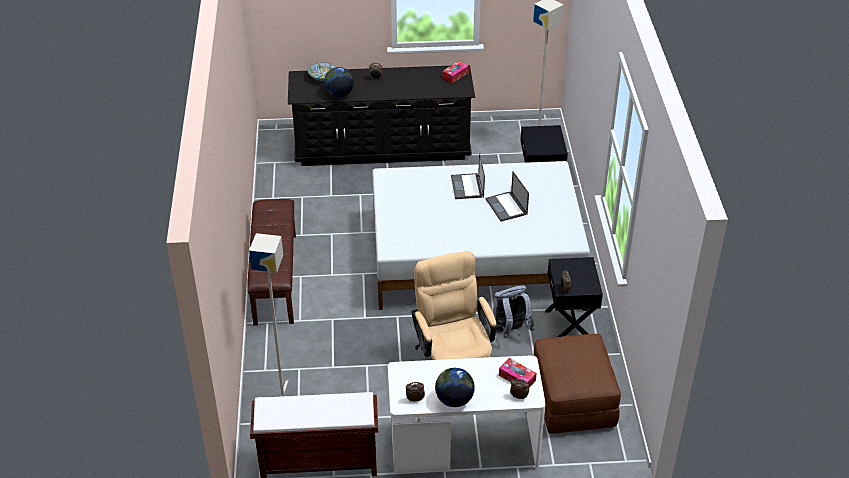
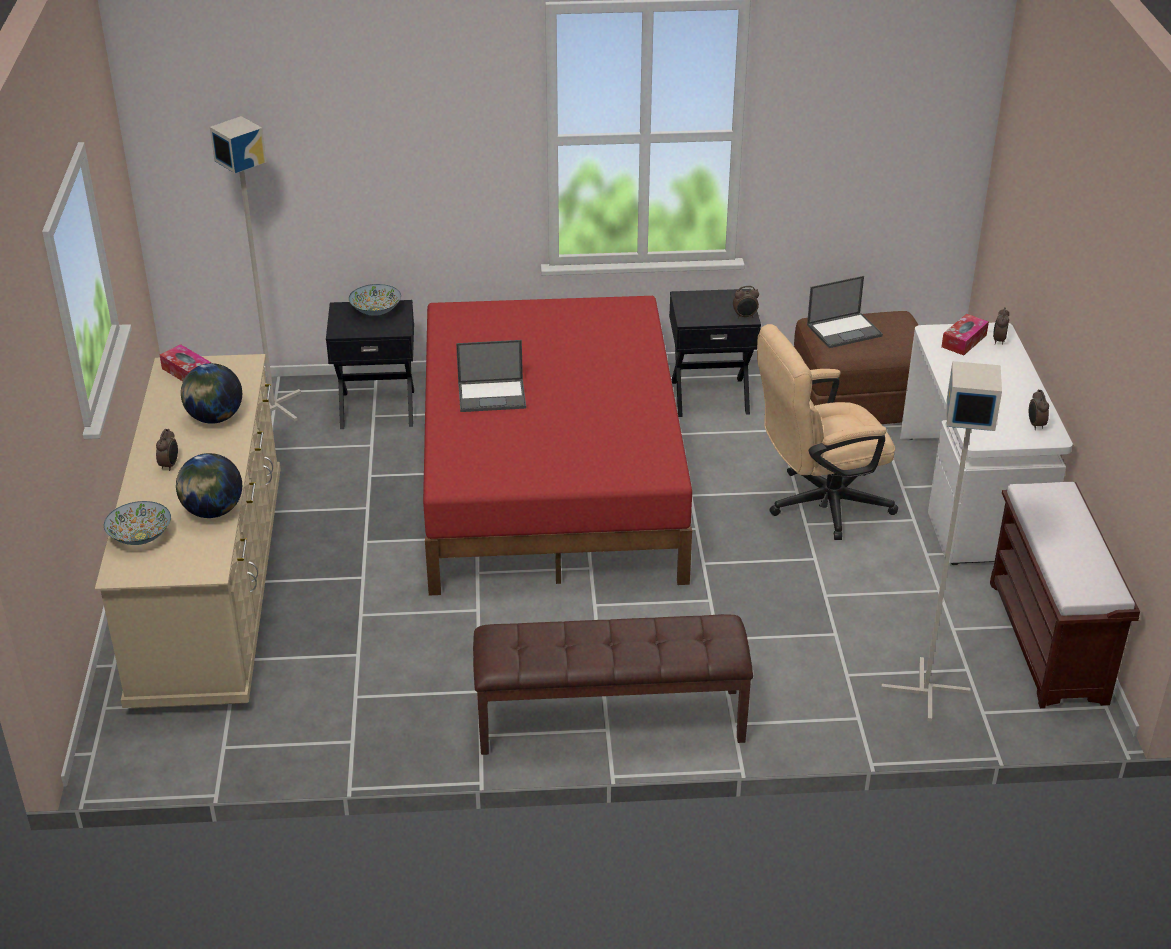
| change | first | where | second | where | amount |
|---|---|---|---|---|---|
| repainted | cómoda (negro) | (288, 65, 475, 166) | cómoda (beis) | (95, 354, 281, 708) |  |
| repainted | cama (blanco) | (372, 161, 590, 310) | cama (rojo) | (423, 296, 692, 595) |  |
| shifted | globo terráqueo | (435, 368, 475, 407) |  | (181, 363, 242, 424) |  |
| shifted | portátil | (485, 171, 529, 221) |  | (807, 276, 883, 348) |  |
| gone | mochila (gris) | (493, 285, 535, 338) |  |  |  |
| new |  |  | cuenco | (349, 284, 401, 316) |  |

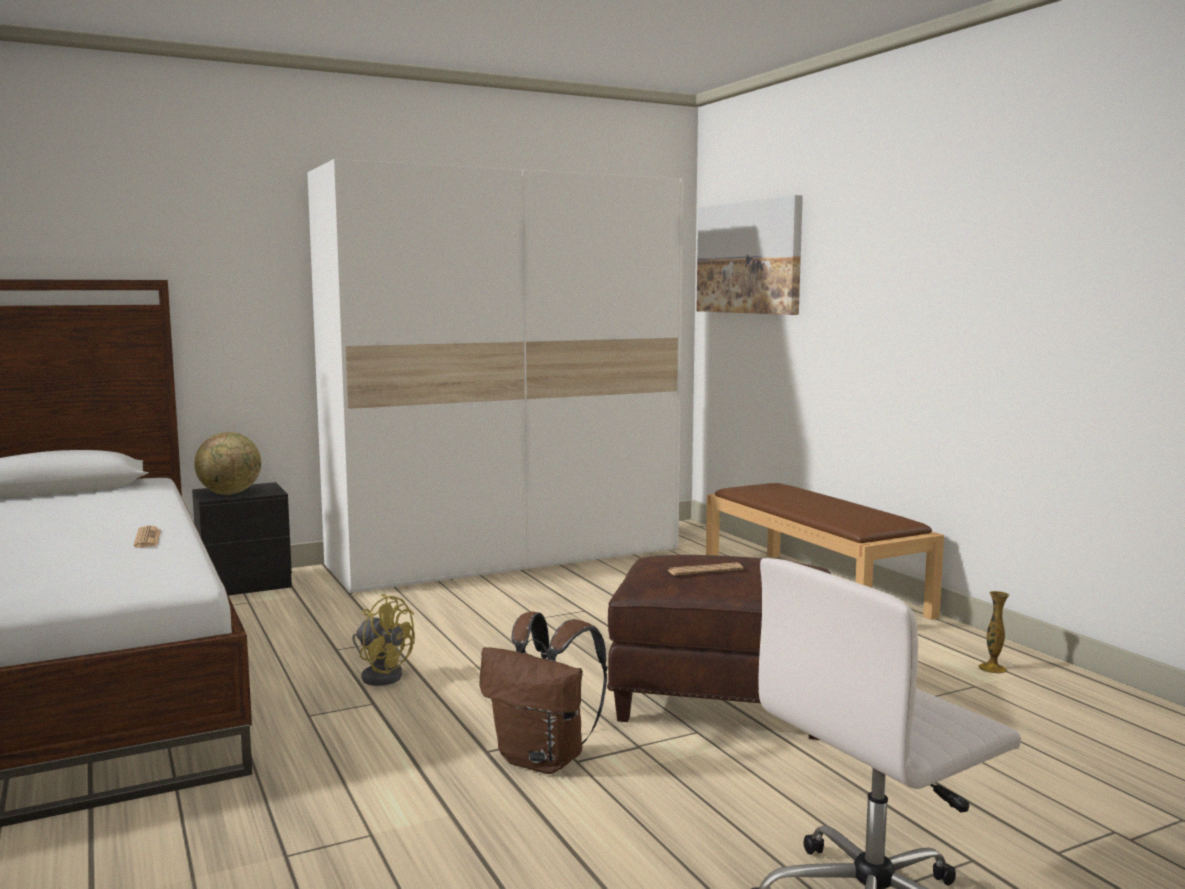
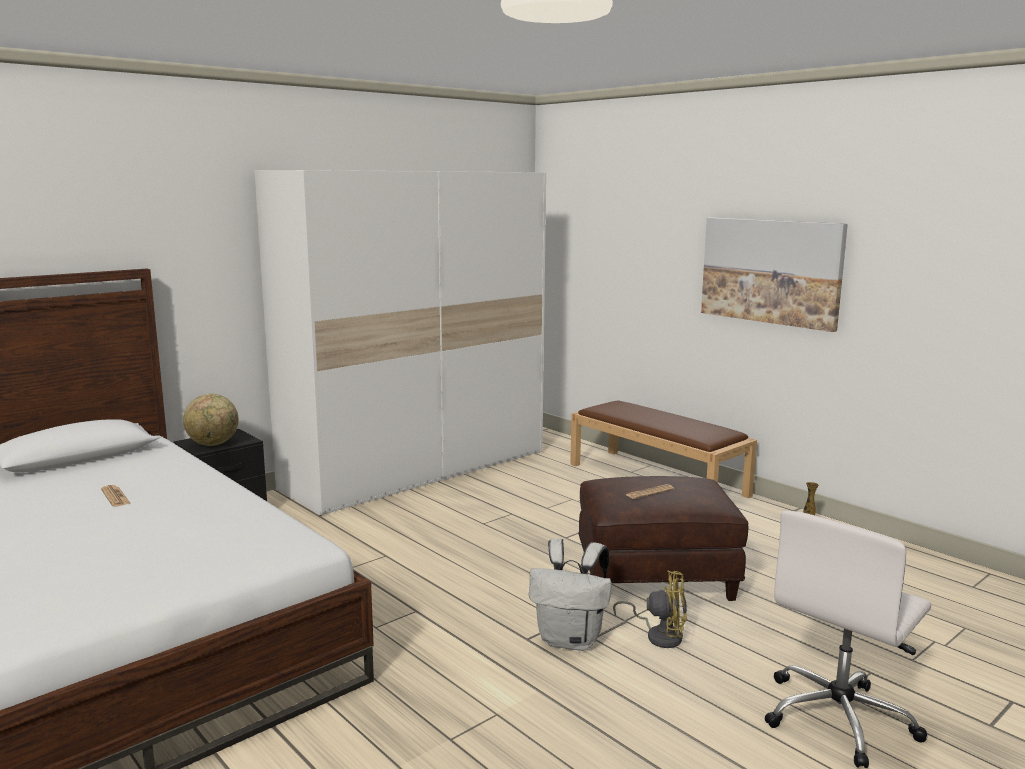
| change | first | where | second | where | amount |
|---|---|---|---|---|---|
| shifted | periódico | (134, 526, 161, 548) |  | (101, 485, 131, 507) |  |
| shifted | ventilador (amarillo) | (352, 594, 415, 686) |  | (613, 571, 687, 648) |  |
| repainted | mochila (marrón) | (479, 612, 607, 774) | mochila (blanco) | (529, 538, 612, 651) |  |
| shifted | cuadro | (696, 195, 803, 315) |  | (701, 218, 848, 332) |  |

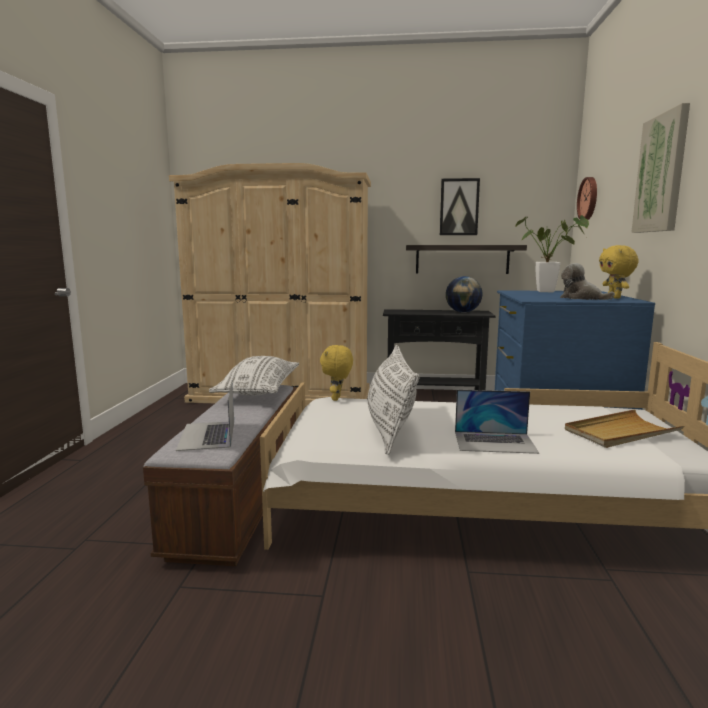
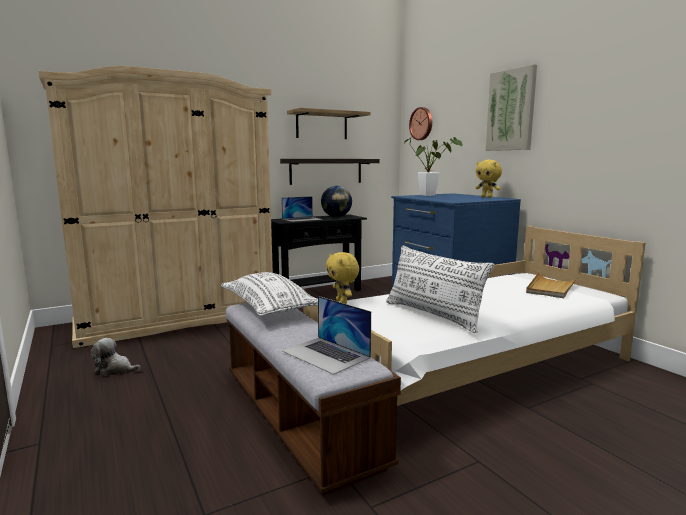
| change | first | where | second | where | amount |
|---|---|---|---|---|---|
| swapped | cuadro | (440, 178, 480, 235) | estante | (287, 108, 370, 139) |  |
| shifted | portátil | (455, 390, 539, 454) |  | (281, 196, 323, 222) |  |
| shifted | peluche | (560, 263, 615, 300) |  | (91, 338, 141, 376) |  |

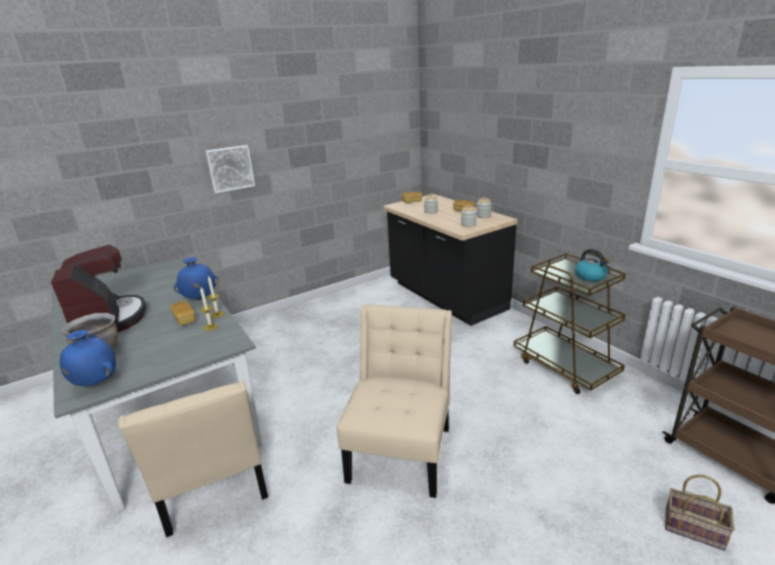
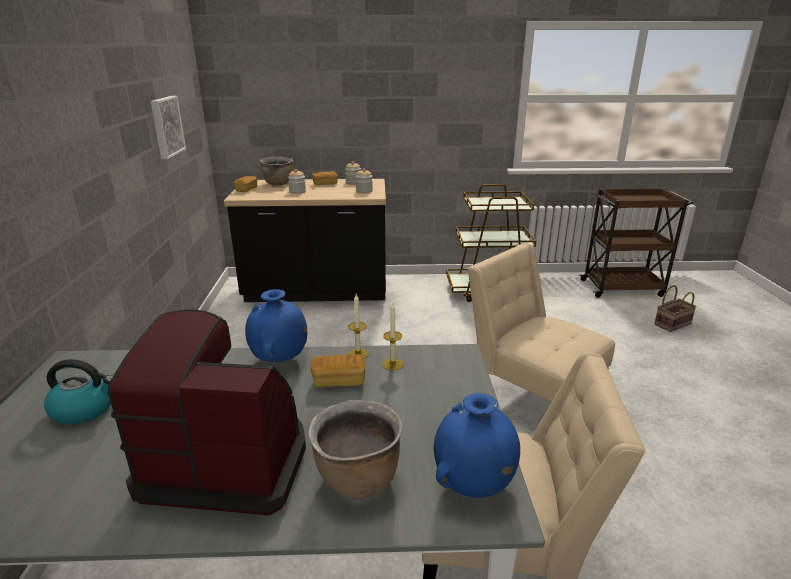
| change | first | where | second | where | amount |
|---|---|---|---|---|---|
| shifted | cuadro | (205, 145, 255, 193) |  | (151, 96, 186, 159) |  |
| shifted | hervidor | (575, 249, 611, 281) |  | (44, 359, 113, 425) |  |
| new |  |  | olla (marrón) | (260, 157, 293, 186) |  |

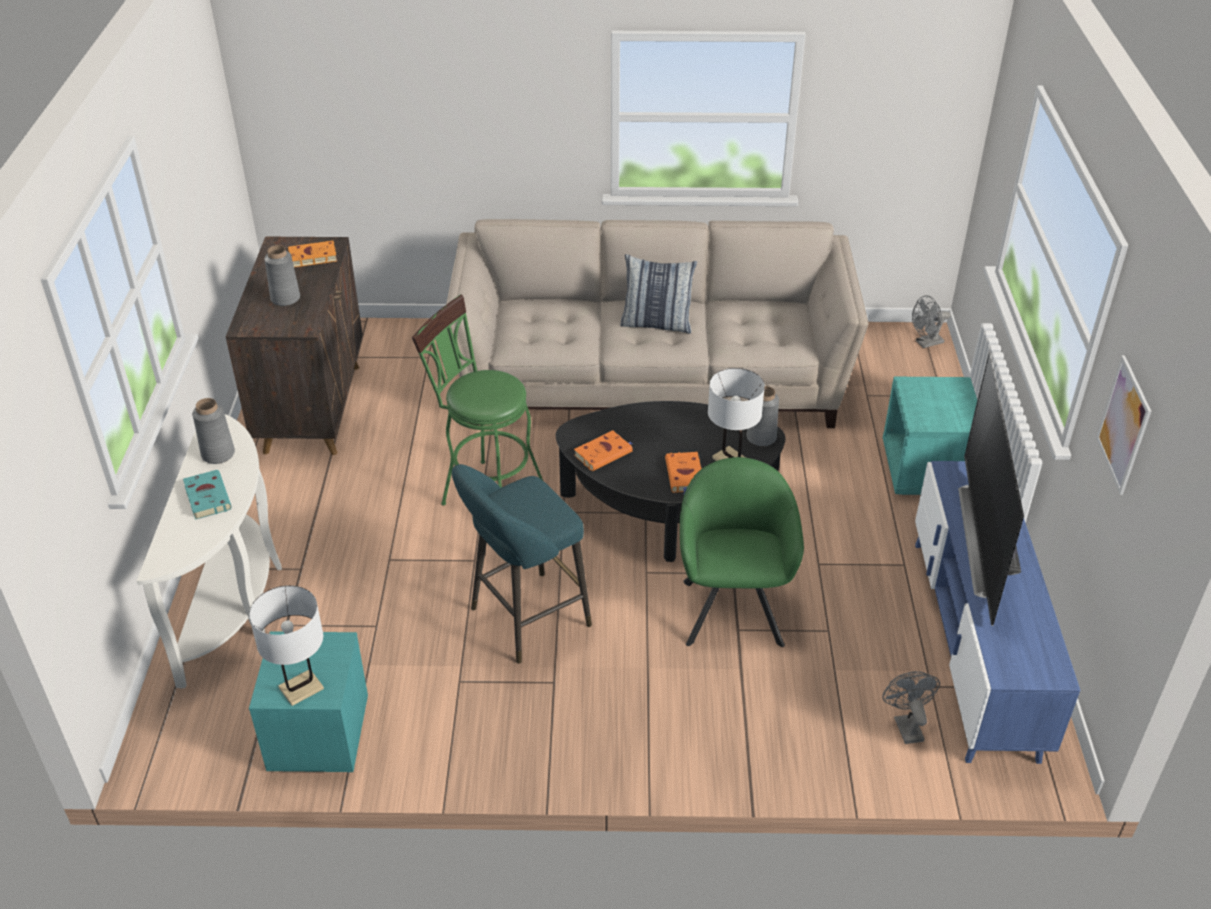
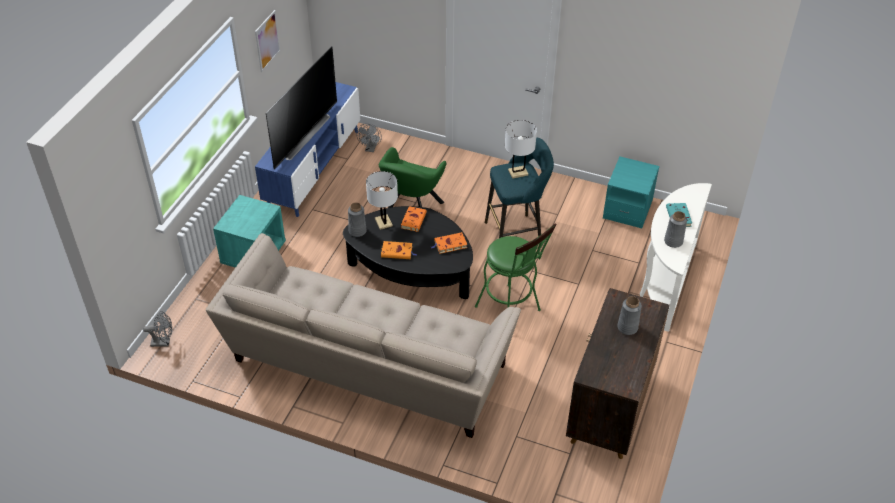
| change | first | where | second | where | amount |
|---|---|---|---|---|---|
| shifted | lámpara de mesa (blanco) | (249, 585, 324, 706) |  | (505, 120, 537, 179) |  |
| shifted | libro (naranja) | (288, 241, 337, 267) |  | (381, 241, 417, 259) |  |
| gone | cojín | (620, 254, 697, 333) |  |  |  |

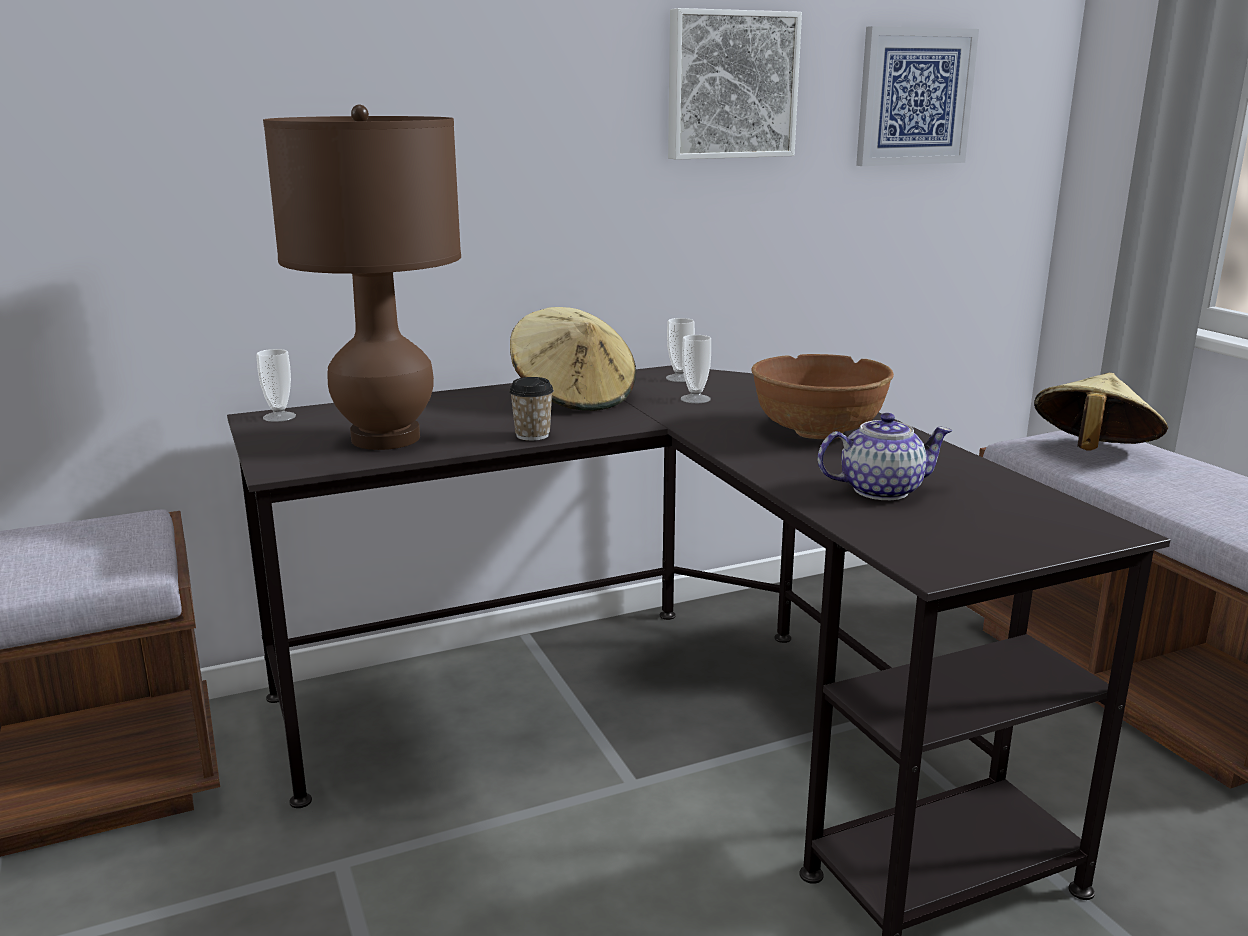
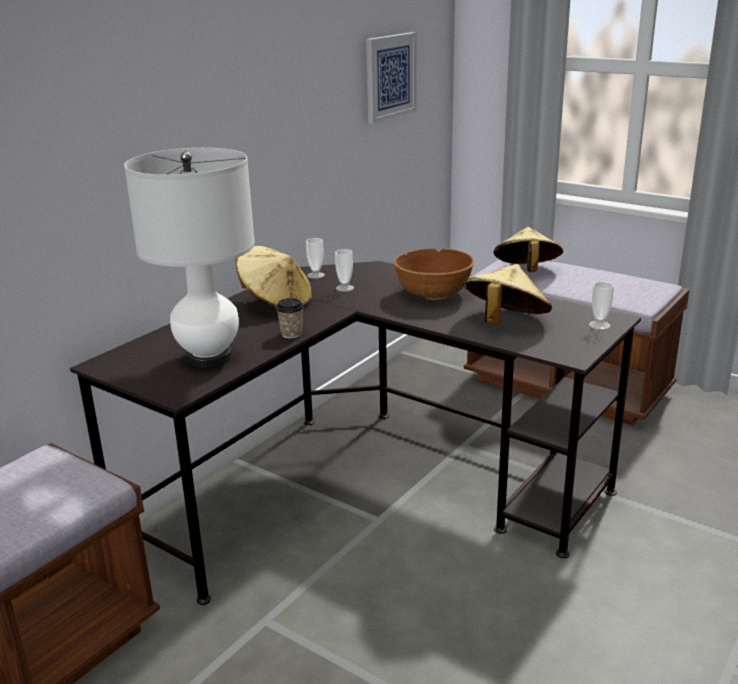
| change | first | where | second | where | amount |
|---|---|---|---|---|---|
| shifted | taza | (256, 349, 296, 422) |  | (589, 282, 614, 330) |  |
| repainted | lámpara de mesa (marrón) | (263, 105, 461, 450) | lámpara de mesa (blanco) | (124, 148, 255, 368) |  |
| gone | cuadro | (668, 8, 802, 160) |  |  |  |
| swapped | tetera | (818, 413, 953, 500) | sombrero (beis) | (464, 264, 552, 324) |  |

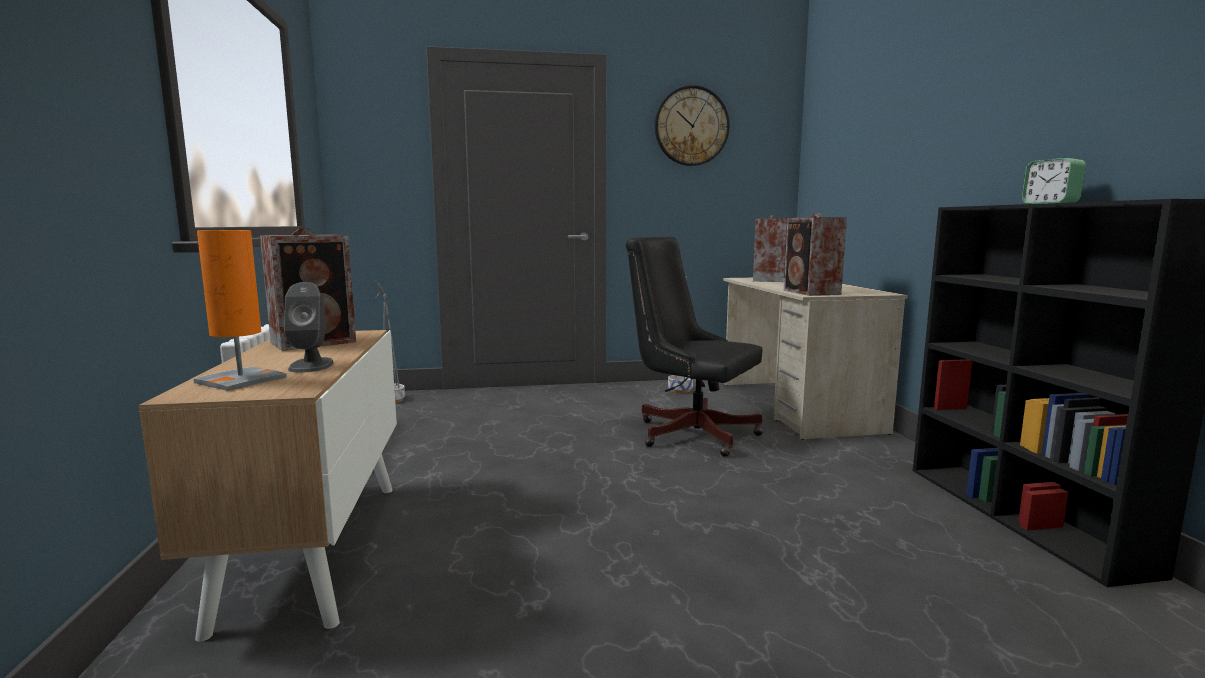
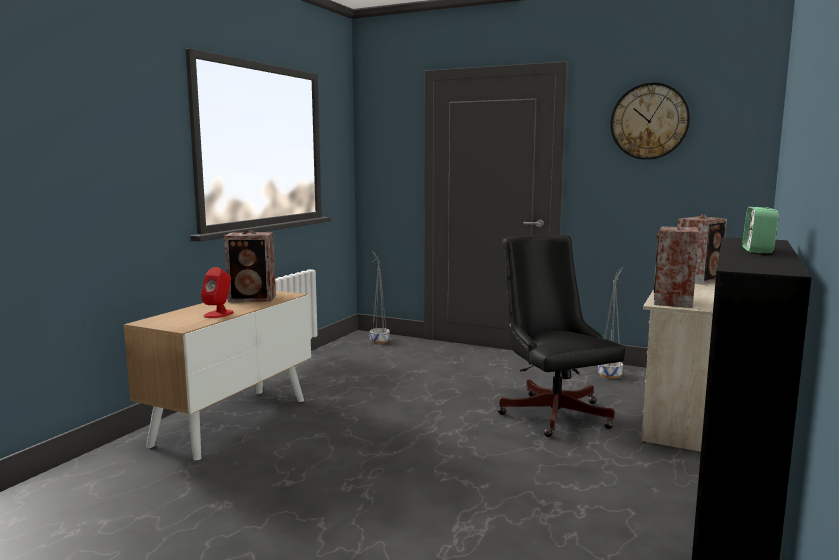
| change | first | where | second | where | amount |
|---|---|---|---|---|---|
| gone | lámpara de mesa (naranja) | (193, 230, 287, 391) |  |  |  |
| repainted | altavoz (gris) | (284, 282, 334, 373) | altavoz (rojo) | (201, 267, 234, 318) |  |

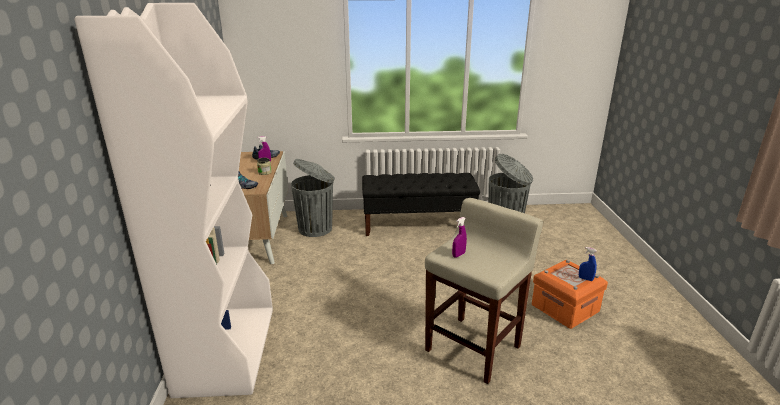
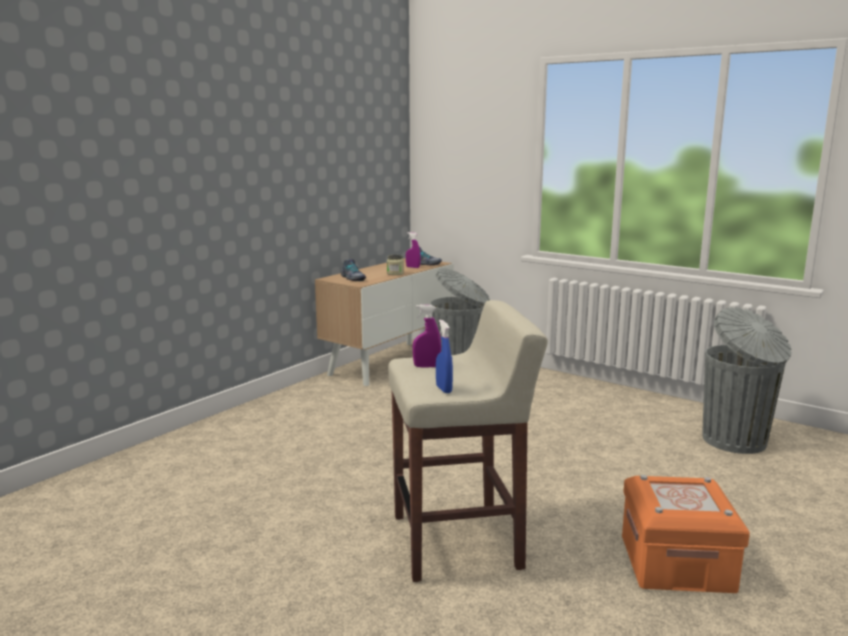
| change | first | where | second | where | amount |
|---|---|---|---|---|---|
| gone | estantería (blanco) | (74, 3, 273, 398) |  |  |  |
| gone | banco (negro) | (362, 173, 480, 236) |  |  |  |
| shifted | pulverizador (azul) | (579, 247, 597, 281) |  | (436, 320, 453, 393) |  |

